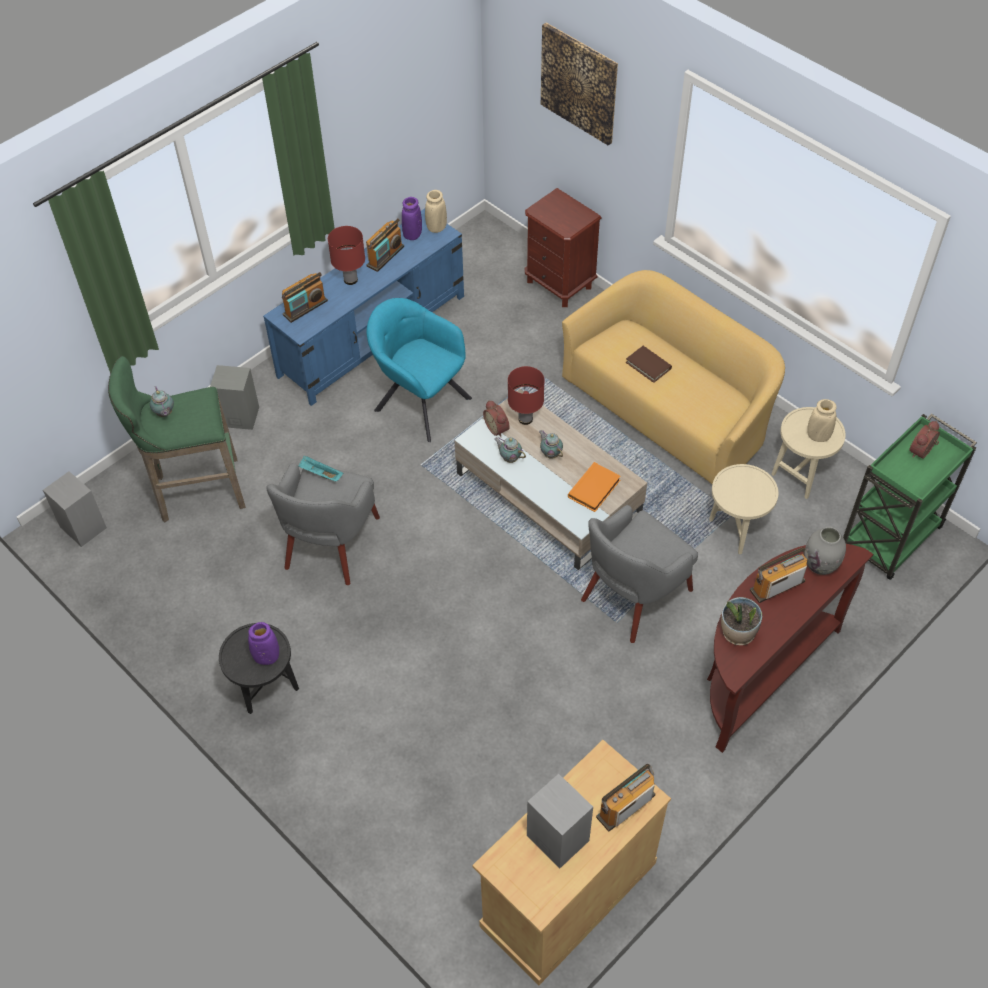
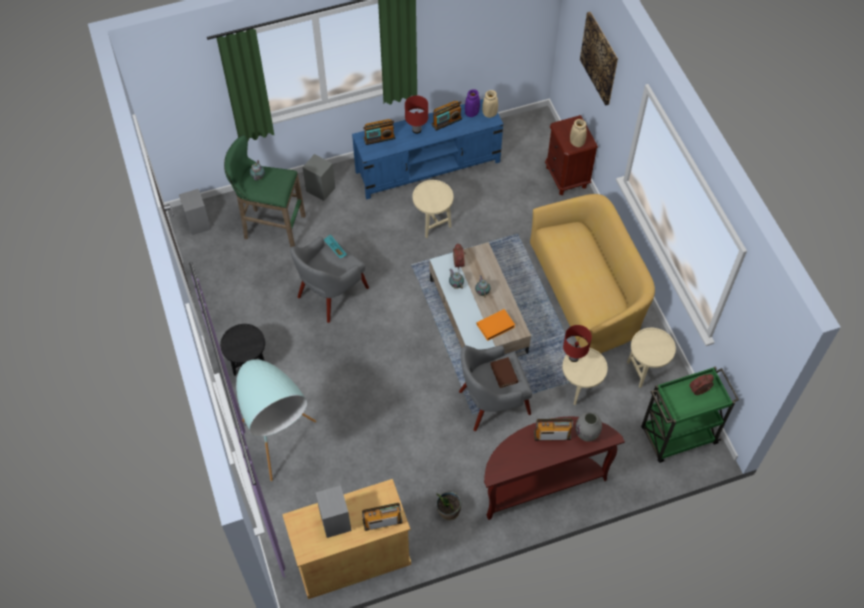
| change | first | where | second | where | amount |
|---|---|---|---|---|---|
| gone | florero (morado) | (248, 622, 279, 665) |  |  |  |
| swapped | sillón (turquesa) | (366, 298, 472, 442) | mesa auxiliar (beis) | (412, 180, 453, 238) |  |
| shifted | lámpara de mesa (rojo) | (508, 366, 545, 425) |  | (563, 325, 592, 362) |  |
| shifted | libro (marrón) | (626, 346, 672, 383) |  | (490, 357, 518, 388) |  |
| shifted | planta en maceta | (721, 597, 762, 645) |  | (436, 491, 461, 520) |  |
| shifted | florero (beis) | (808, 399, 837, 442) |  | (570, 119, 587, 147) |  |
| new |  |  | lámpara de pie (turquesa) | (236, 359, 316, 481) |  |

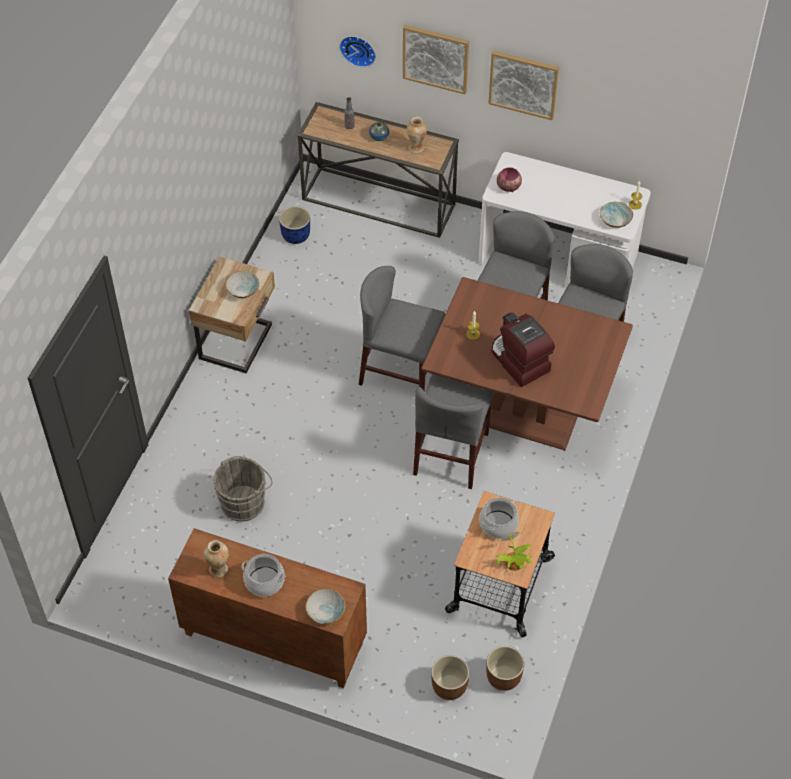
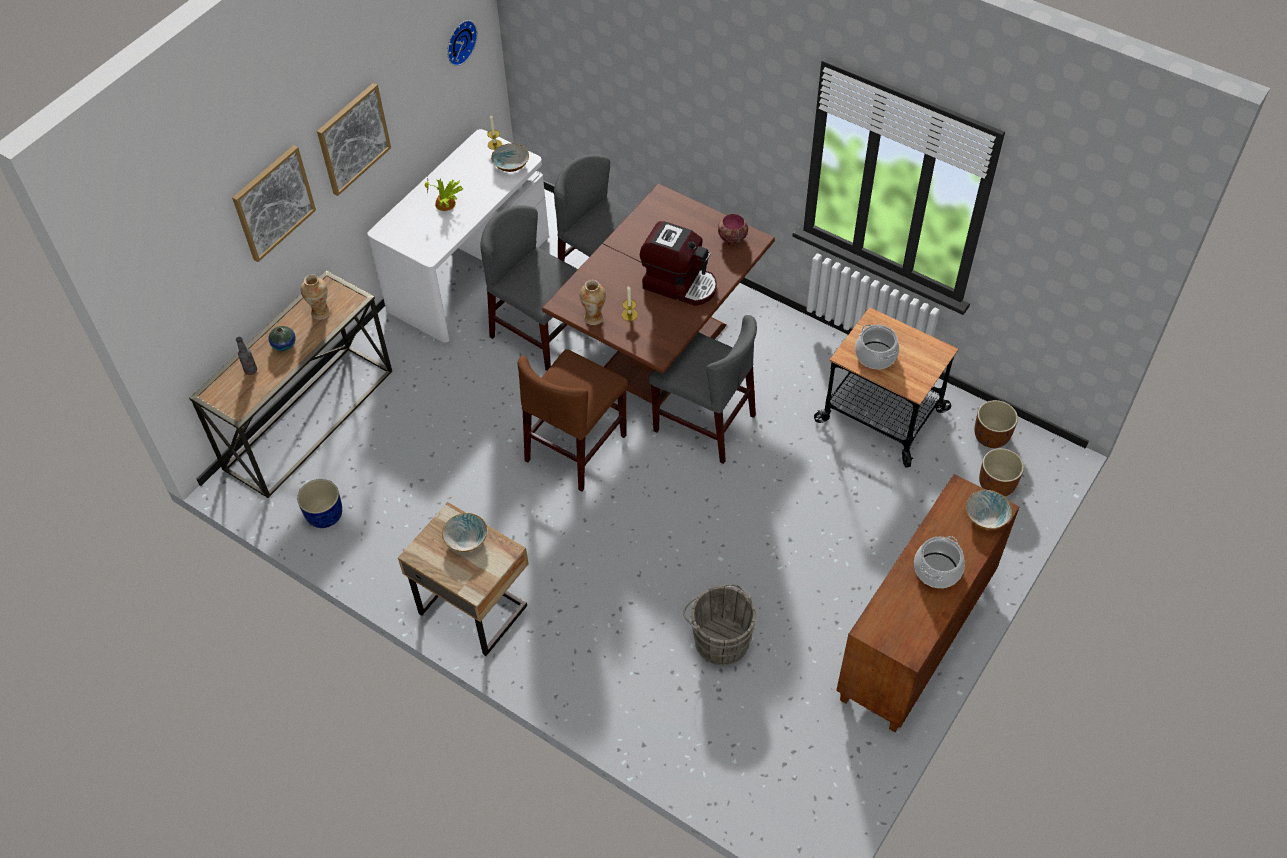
| change | first | where | second | where | amount |
|---|---|---|---|---|---|
| shifted | florero | (204, 540, 229, 578) |  | (580, 280, 606, 325) |  |
| shifted | reloj de pared | (339, 36, 376, 67) |  | (447, 20, 477, 66) |  |
| repainted | silla (gris) | (359, 266, 445, 390) | silla (marrón) | (518, 349, 628, 492) |  |
| rotated | cafetera | (491, 312, 555, 387) |  | (640, 221, 717, 306) | 135 degrees counterclockwise |
| shifted | planta en maceta | (496, 531, 534, 571) |  | (425, 175, 463, 211) |  |
| shifted | cuenco | (497, 167, 522, 192) |  | (718, 214, 748, 245) |  |

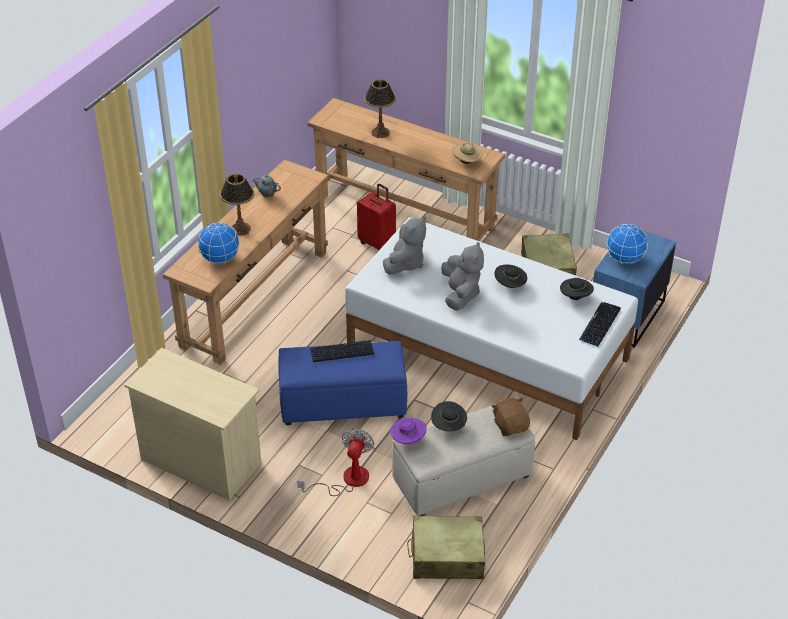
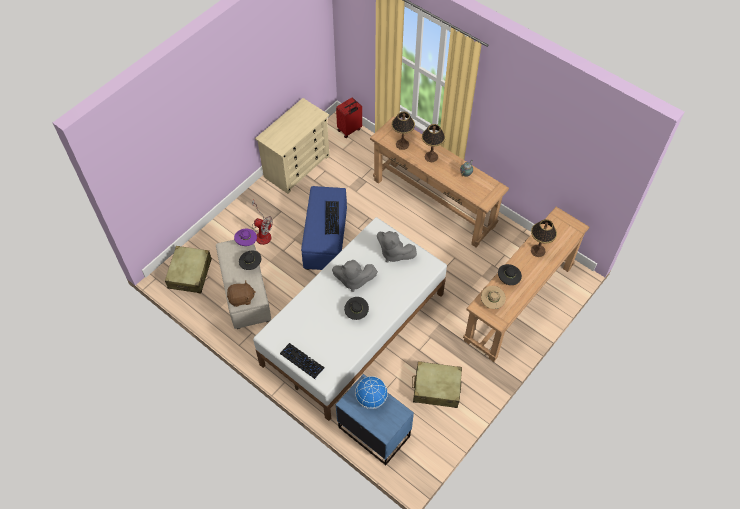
| change | first | where | second | where | amount |
|---|---|---|---|---|---|
| swapped | globo terráqueo | (198, 223, 240, 263) | lámpara de mesa | (392, 112, 415, 150) |  |
| shifted | maleta (rojo) | (357, 184, 396, 250) |  | (336, 97, 362, 138) |  |
| shifted | sombrero (negro) | (560, 278, 594, 300) |  | (498, 264, 522, 285) |  |

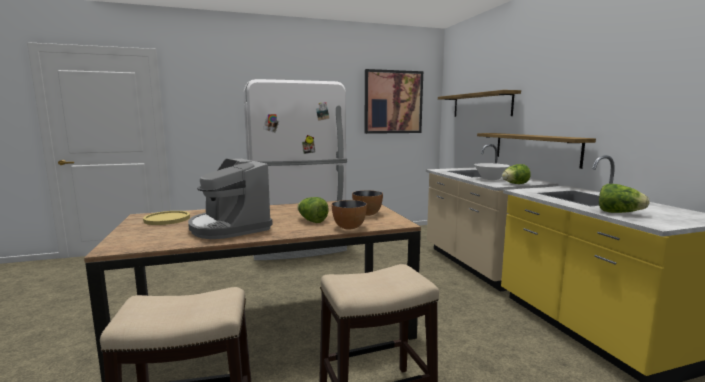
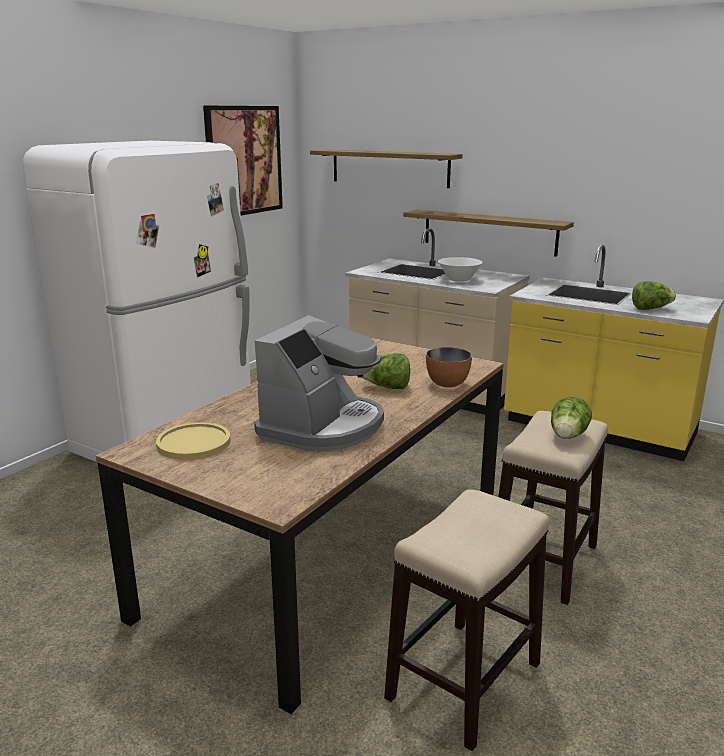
| change | first | where | second | where | amount |
|---|---|---|---|---|---|
| rotated | cafetera | (188, 158, 273, 239) |  | (254, 315, 384, 451) | 75 degrees counterclockwise |
| gone | cuenco | (352, 190, 383, 216) |  |  |  |
| shifted | lechuga | (502, 164, 531, 184) |  | (551, 397, 592, 439) |  |

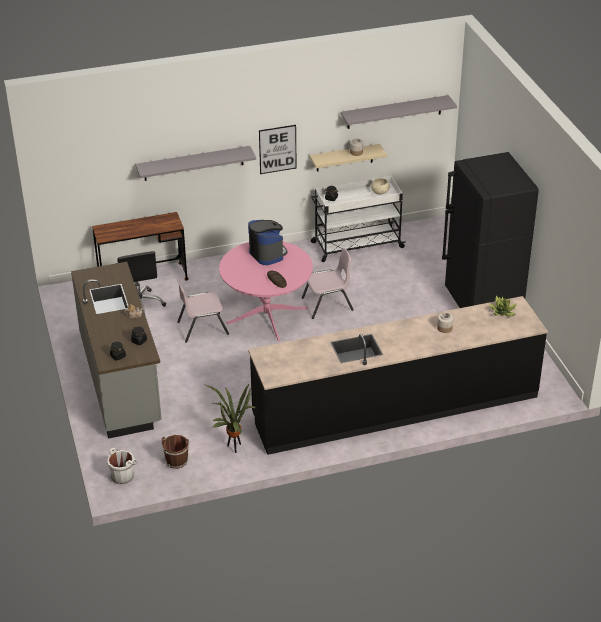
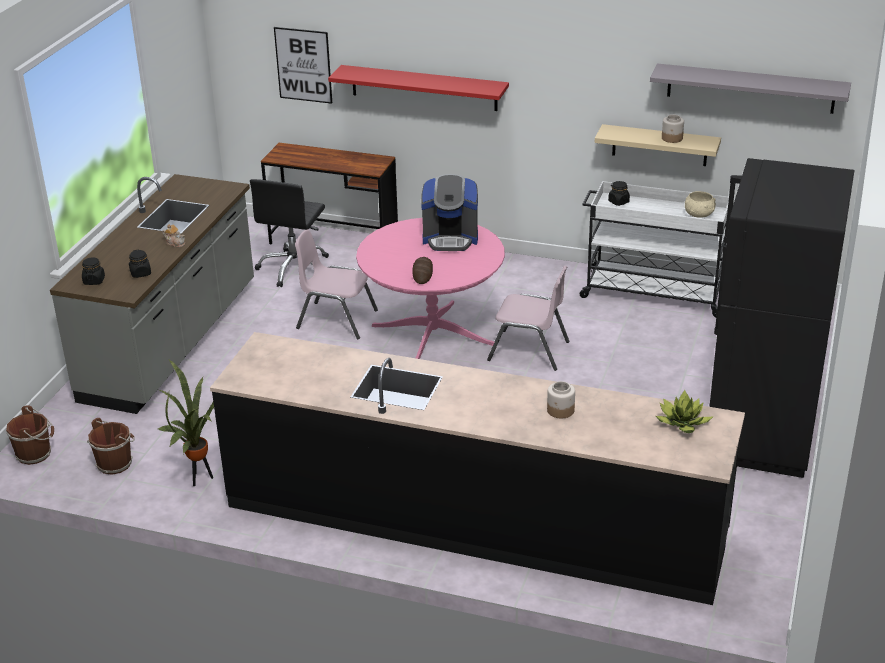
| change | first | where | second | where | amount |
|---|---|---|---|---|---|
| repainted | cubo (blanco) | (107, 448, 137, 485) | cubo (marrón) | (6, 405, 54, 465) |  |
| repainted | estante (gris) | (135, 146, 256, 181) | estante (rojo) | (328, 65, 509, 111) |  |
| rotated | cafetera | (248, 220, 288, 265) |  | (421, 174, 478, 251) | 90 degrees clockwise |
| shifted | cuadro | (259, 125, 297, 174) |  | (274, 27, 332, 104) |  |

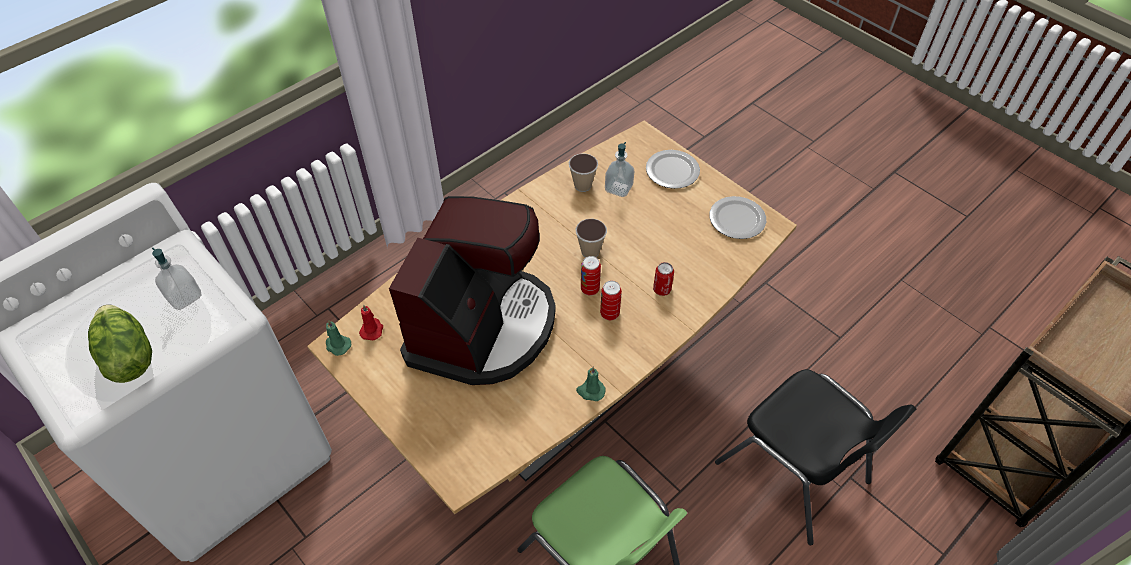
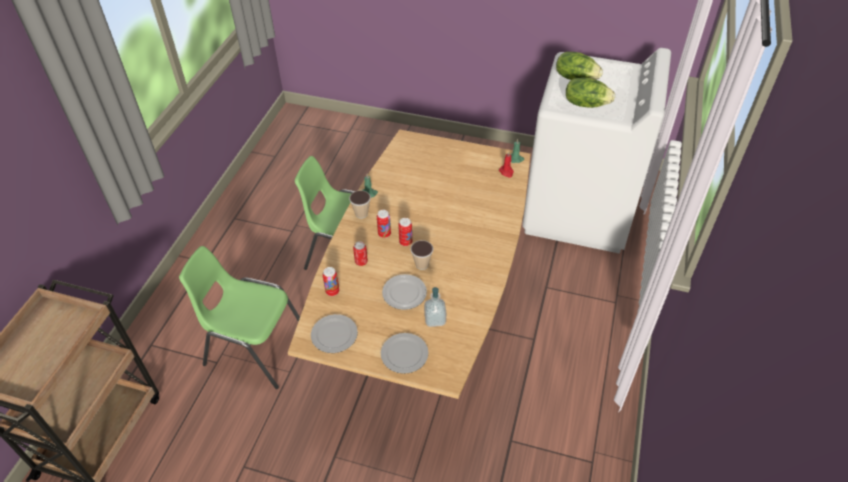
| change | first | where | second | where | amount |
|---|---|---|---|---|---|
| swapped | dispensador de jabón | (152, 248, 201, 310) | lechuga | (566, 78, 615, 108) |  |
| gone | cafetera | (389, 196, 556, 385) |  |  |  |
| shifted | taza | (569, 153, 598, 192) |  | (349, 190, 371, 219) |  |
| repainted | silla (negro) | (715, 369, 916, 545) | silla (verde) | (179, 246, 300, 389) |  |
| new |  |  | lata | (323, 267, 339, 296) |  |
| new |  |  | plato | (382, 274, 427, 310) |  |

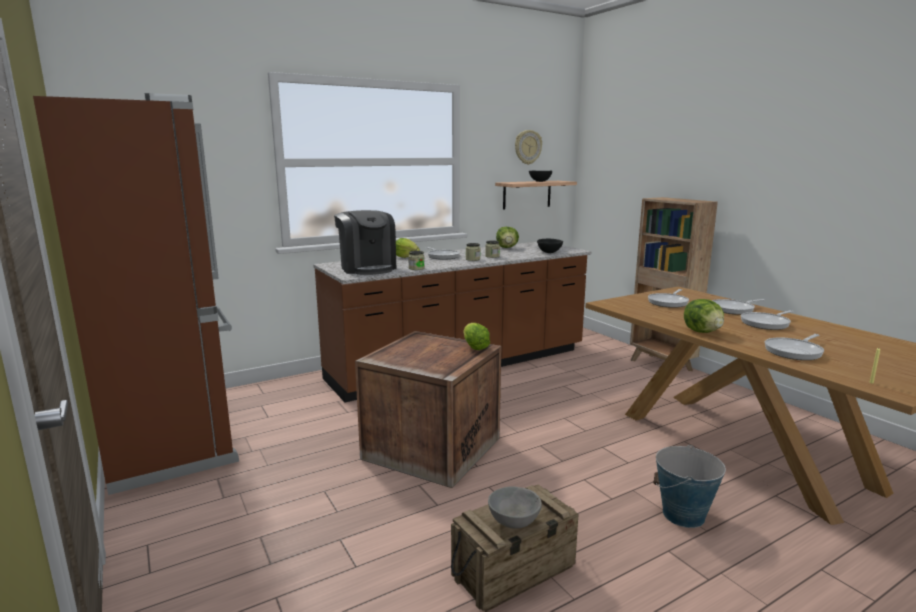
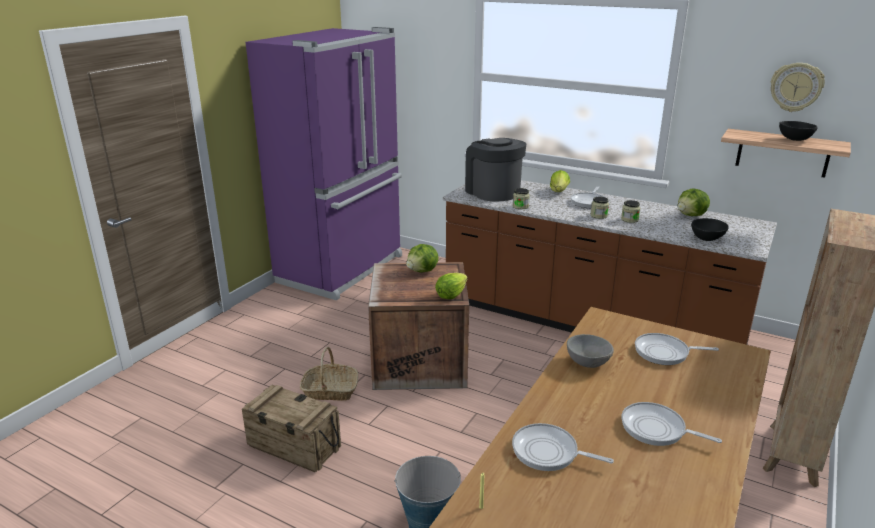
| change | first | where | second | where | amount |
|---|---|---|---|---|---|
| repainted | nevera (marrón) | (33, 93, 239, 495) | nevera (morado) | (245, 27, 402, 300) |  |
| rotated | cafetera | (334, 210, 396, 275) |  | (465, 138, 527, 201) | 120 degrees clockwise |
| shifted | cuenco (gris) | (488, 486, 542, 529) |  | (567, 334, 614, 368) |  |
| shifted | lechuga | (684, 299, 724, 333) |  | (406, 244, 439, 273) |  |
| gone | sartén | (712, 299, 765, 315) |  |  |  |
| new |  |  | cesta | (300, 347, 358, 401) |  |

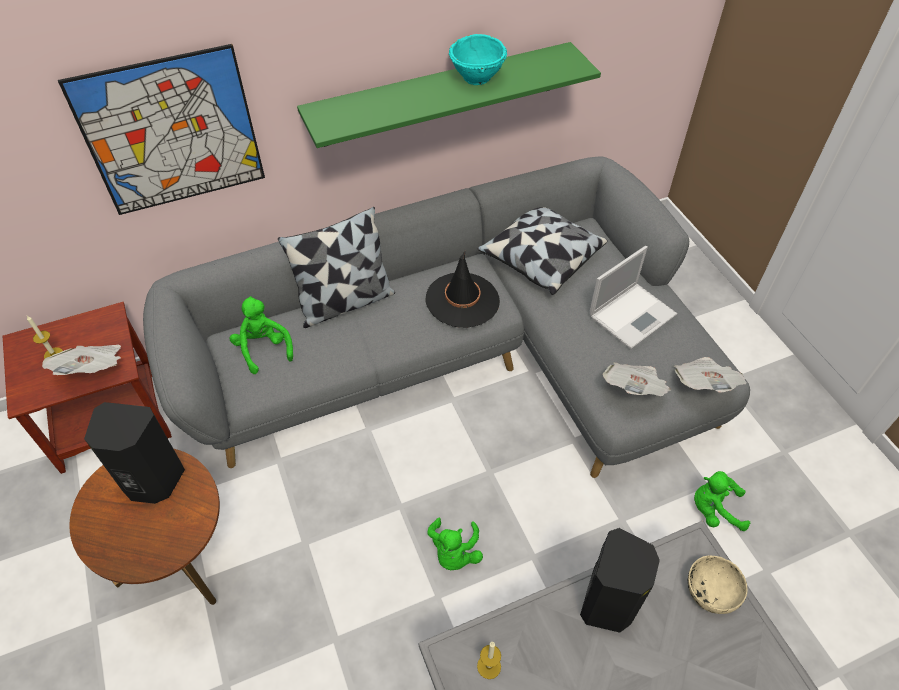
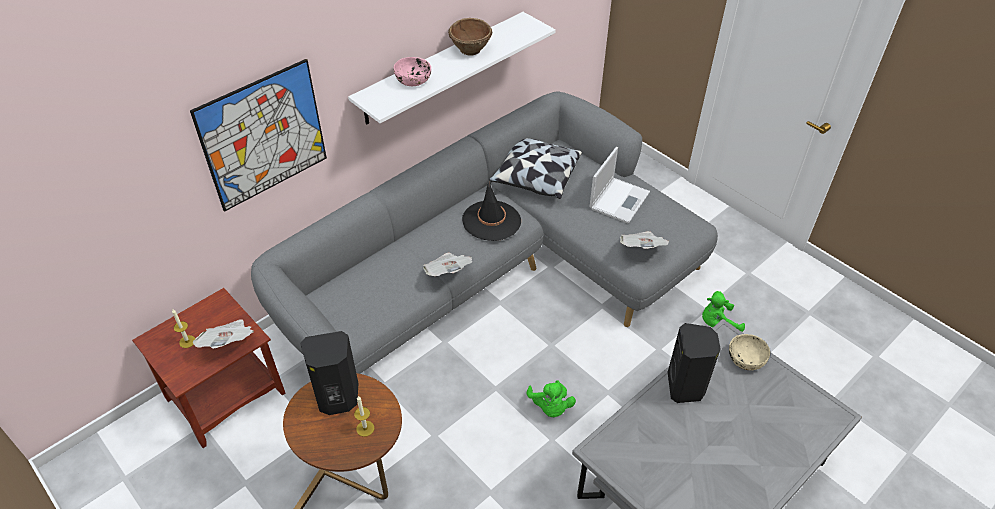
| change | first | where | second | where | amount |
|---|---|---|---|---|---|
| gone | peluche (verde) | (230, 296, 293, 374) |  |  |  |
| gone | cojín | (278, 207, 395, 328) |  |  |  |
| repainted | estante (verde) | (297, 42, 601, 148) | estante (blanco) | (348, 12, 556, 125) |  |
| repainted | cuenco (turquesa) | (449, 34, 507, 85) | cuenco (marrón) | (448, 18, 492, 56) |  |
| shifted | vela | (477, 642, 501, 679) |  | (354, 396, 374, 437) |  |
| shifted | periódico | (674, 357, 746, 393) |  | (423, 253, 472, 276) |  |
| new |  |  | cuenco (rosa) | (394, 57, 431, 86) |  |

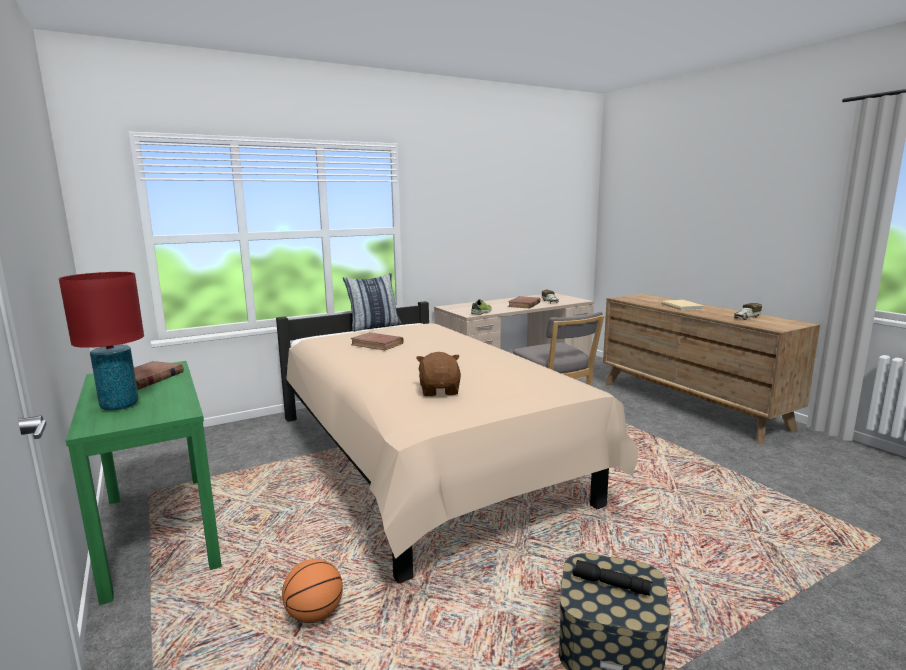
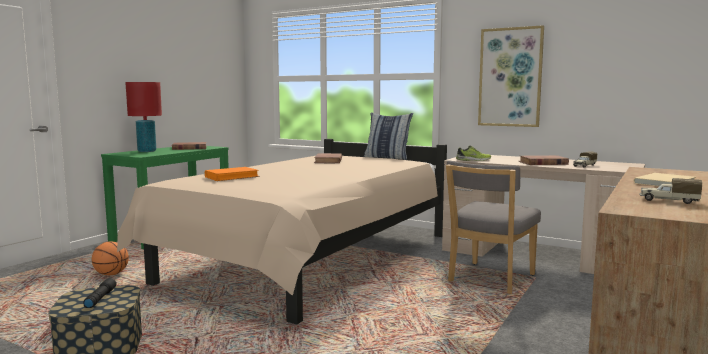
| change | first | where | second | where | amount |
|---|---|---|---|---|---|
| swapped | peluche (marrón) | (416, 352, 461, 396) | libro (naranja) | (205, 167, 260, 181) |  |
| new |  |  | cuadro | (478, 25, 544, 127) |  |

